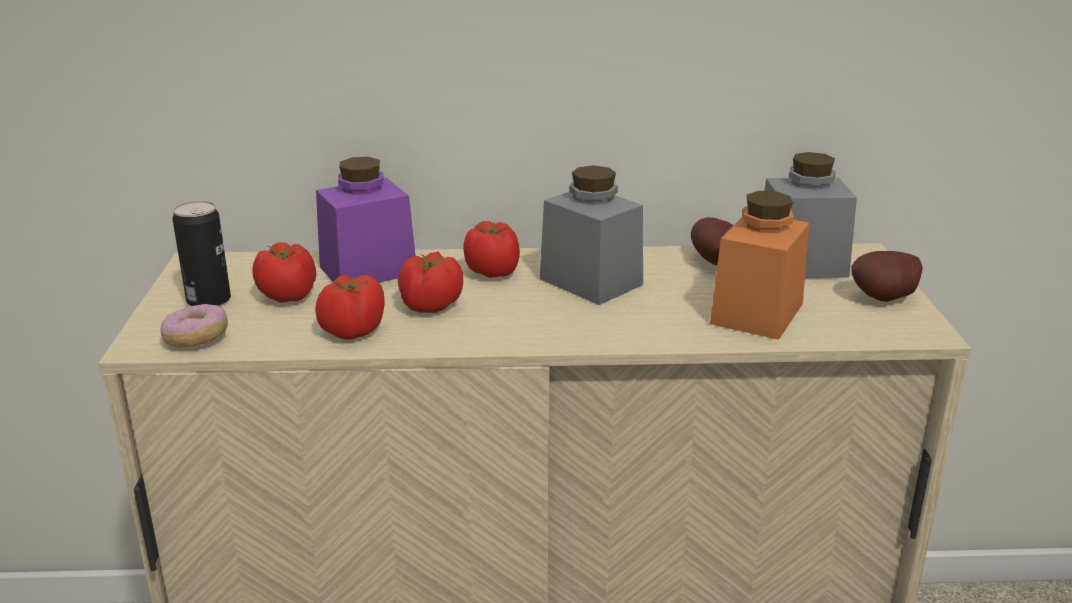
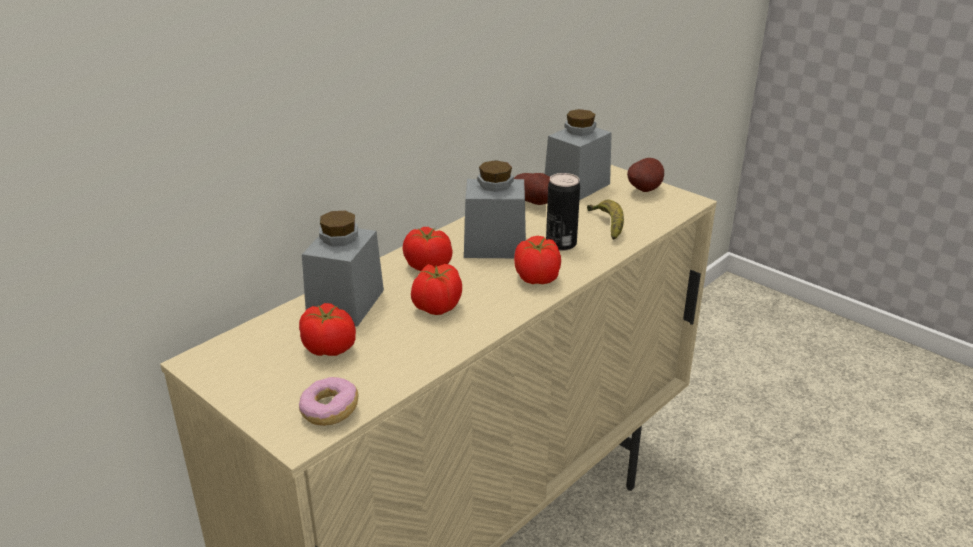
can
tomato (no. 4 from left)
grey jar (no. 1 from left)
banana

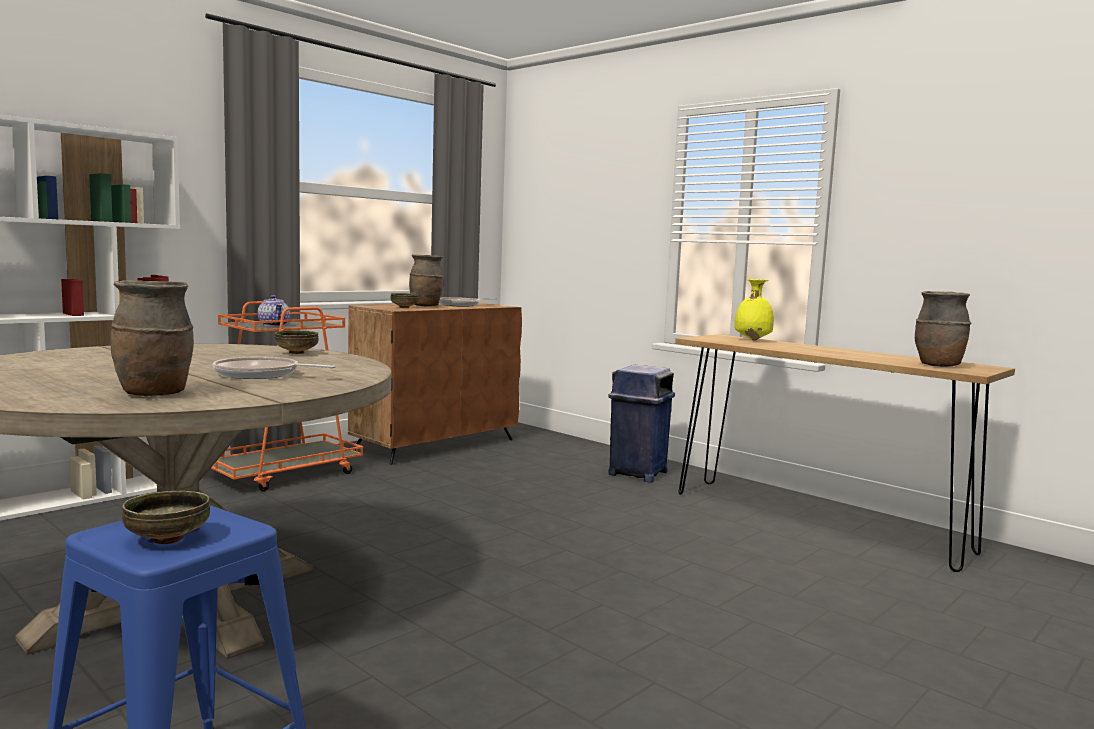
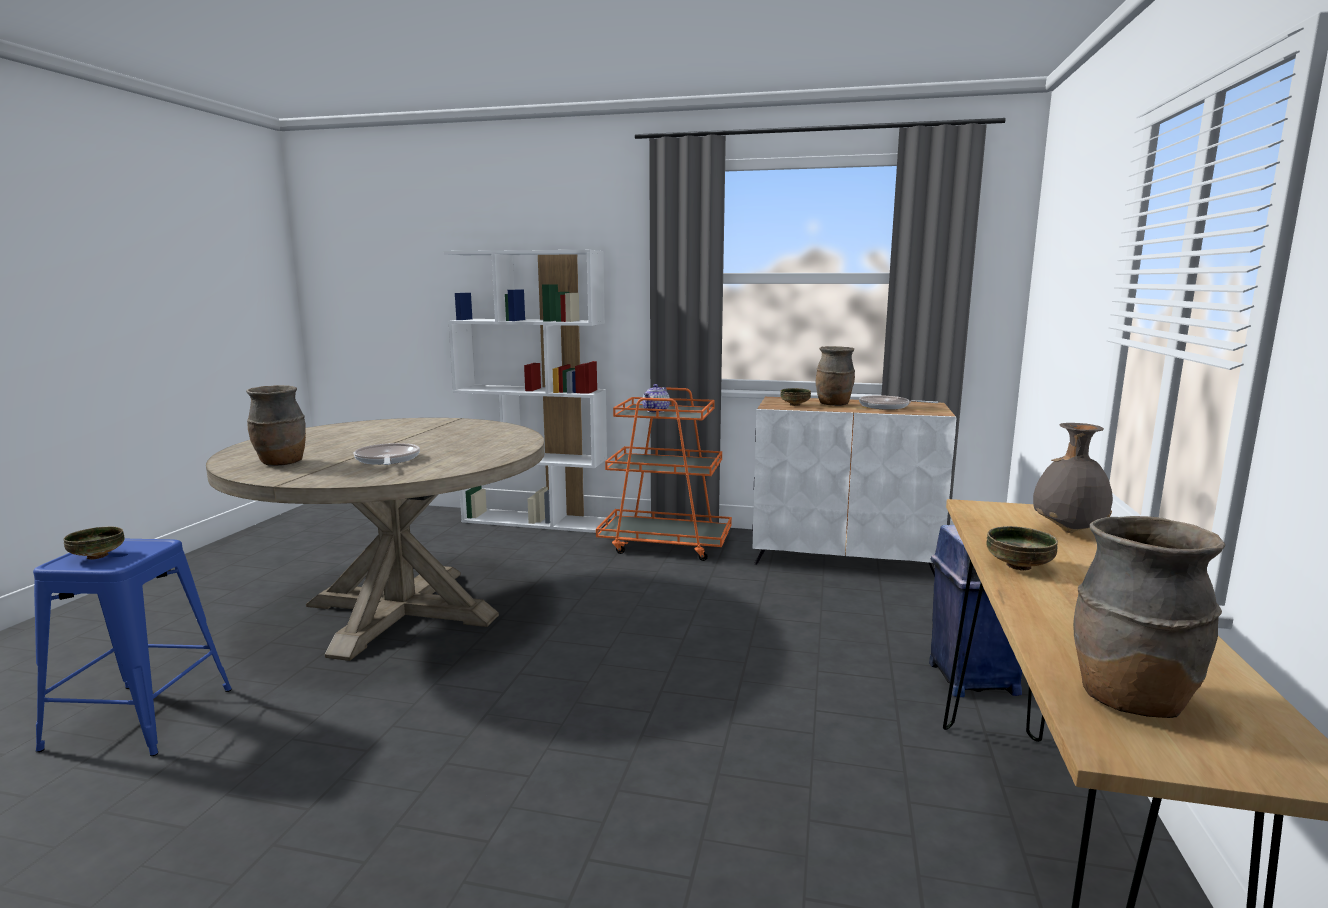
bowl (no. 3 from left)
white cabinet
grey vase

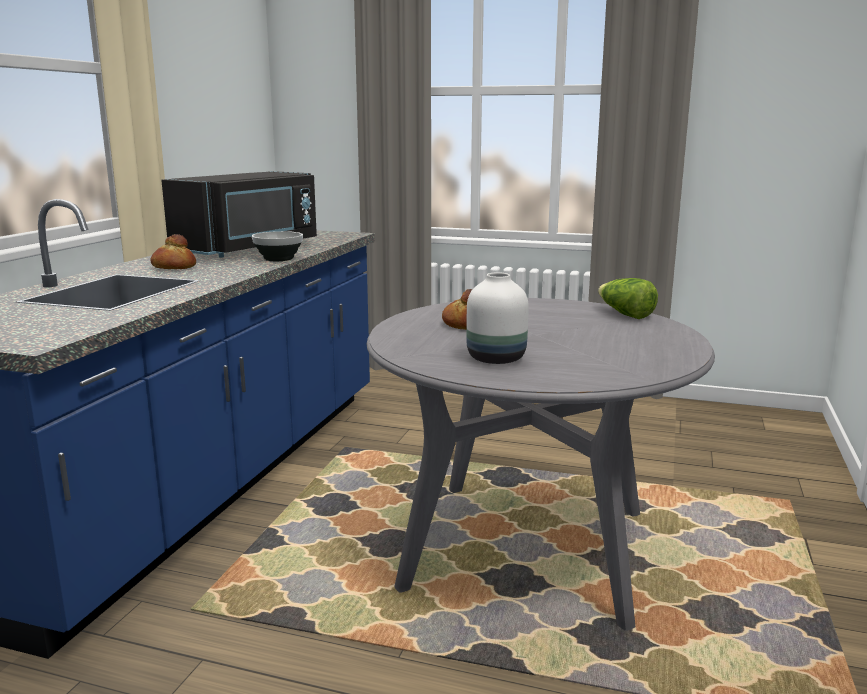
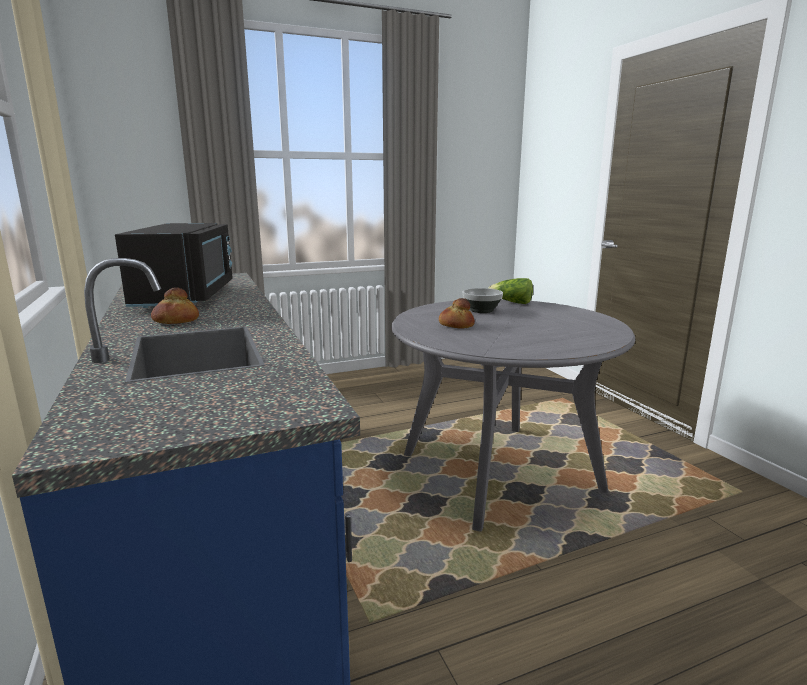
bowl
white vase

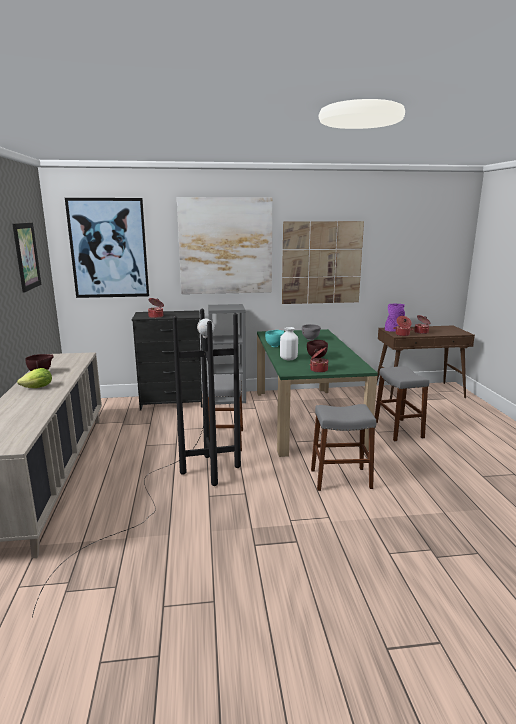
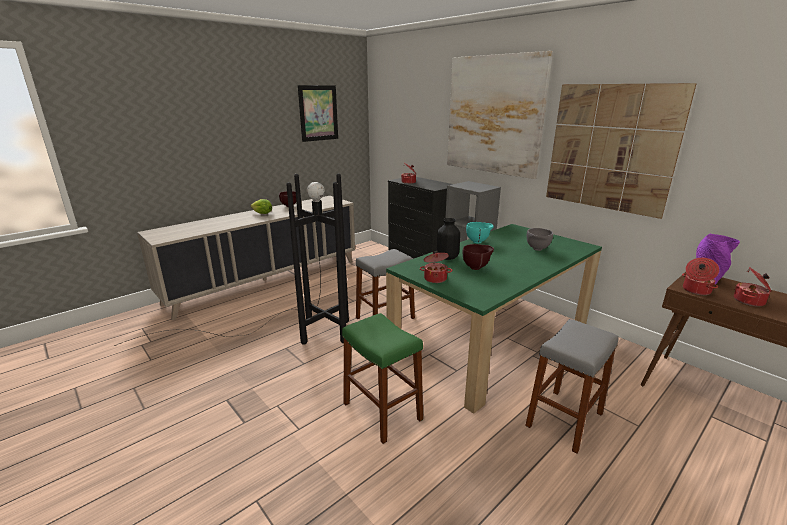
picture (no. 2 from left in the first image)
black vase
green stool

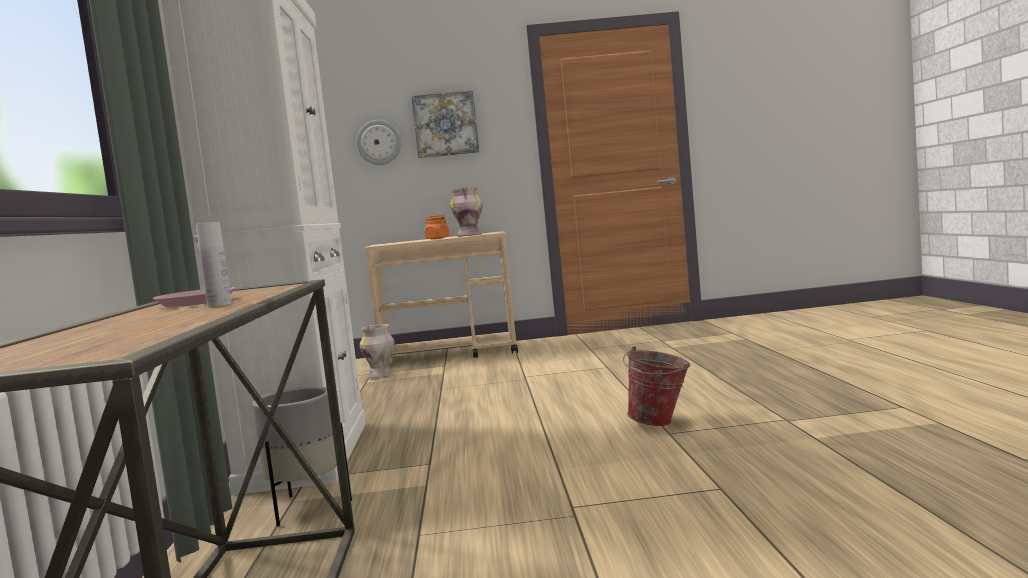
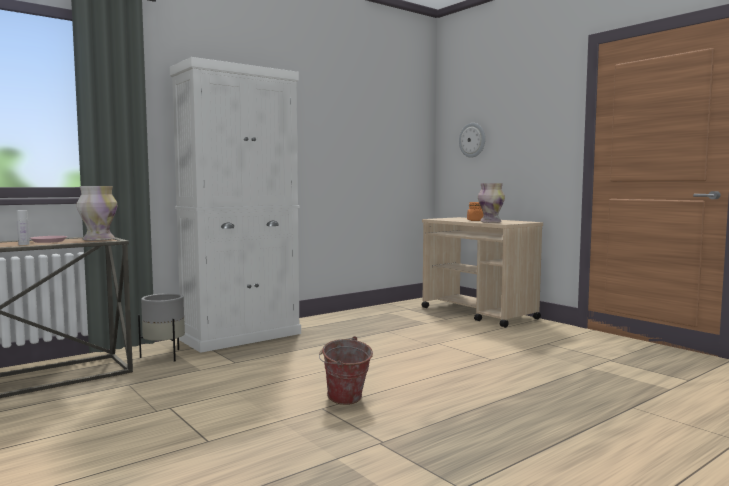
vase (no. 1 from left)
picture

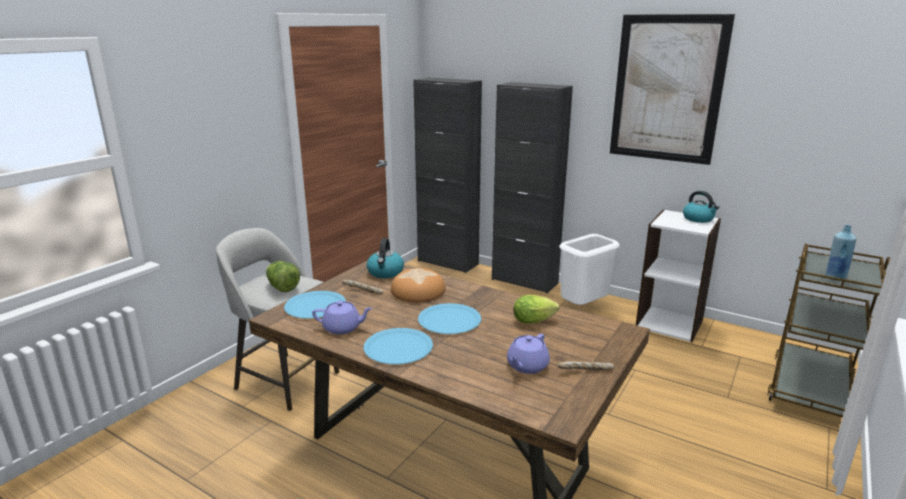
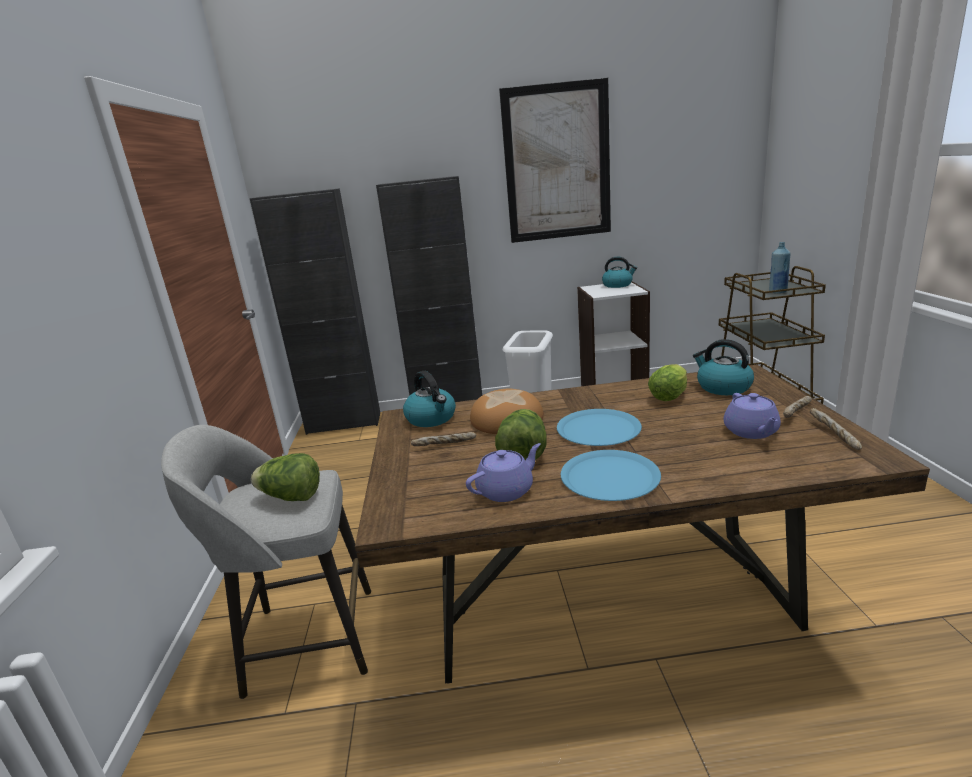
blue plate (no. 1 from left in the first image)
lettuce (no. 2 from left)
kettle (no. 3 from left)
bread (no. 4 from left)

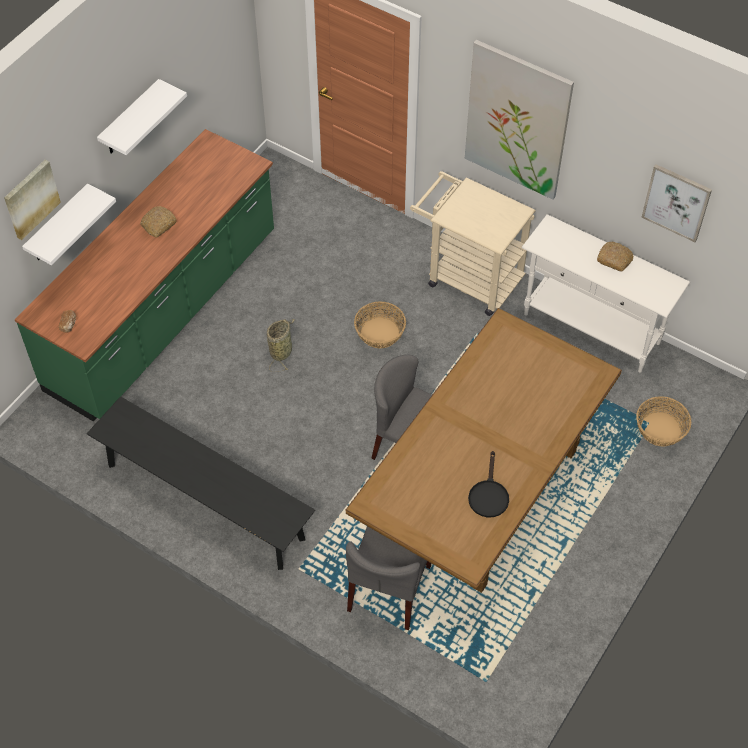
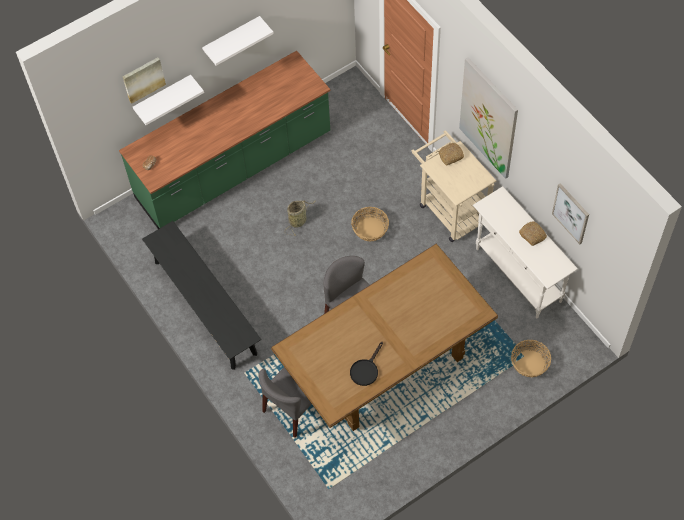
bread (no. 2 from left)

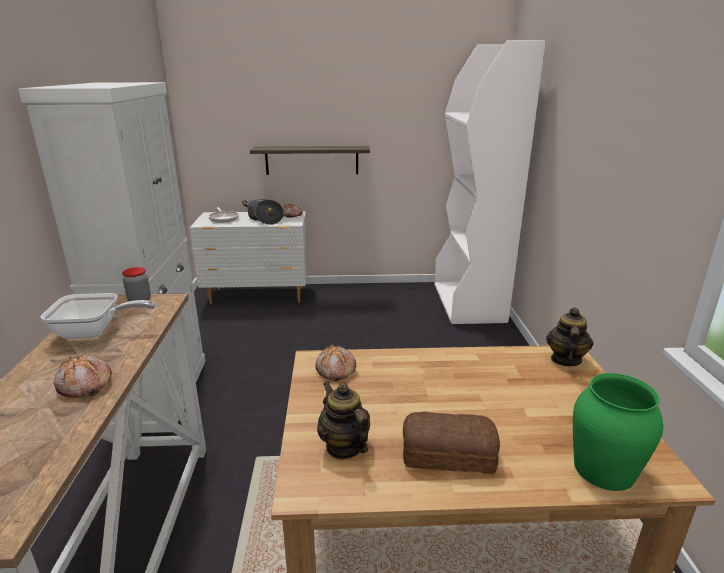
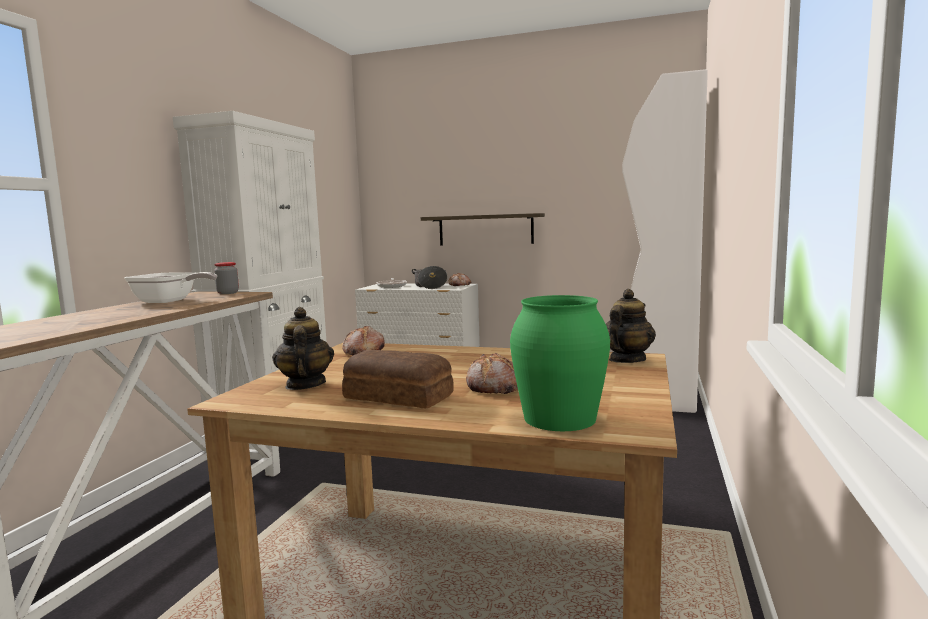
bread (no. 4 from left)

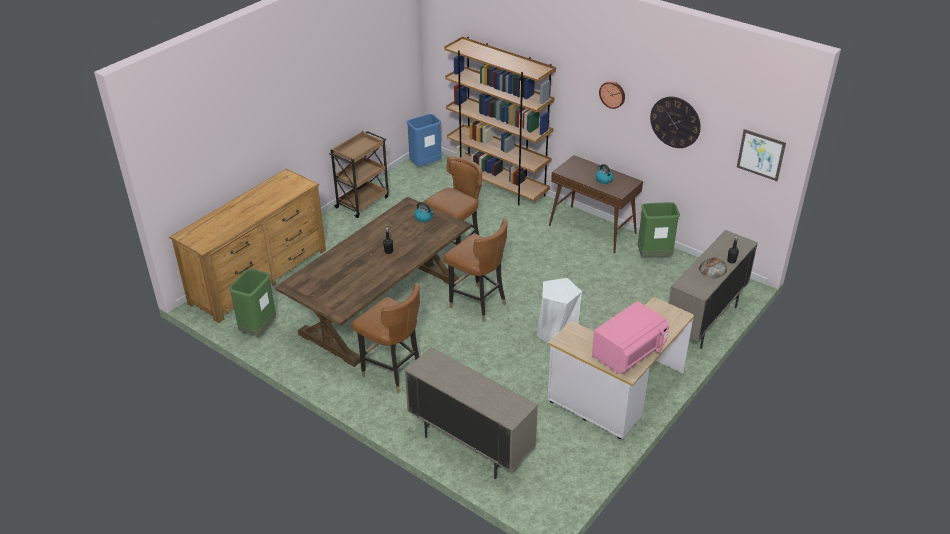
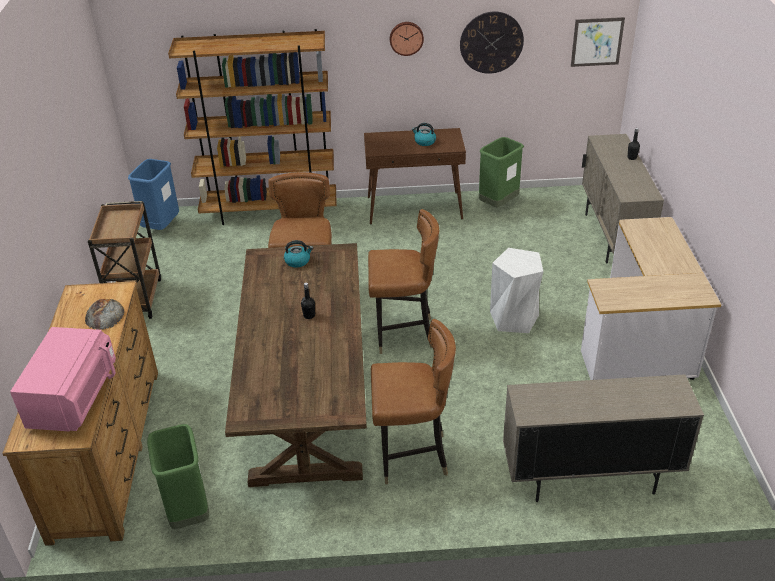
pink microwave
bread

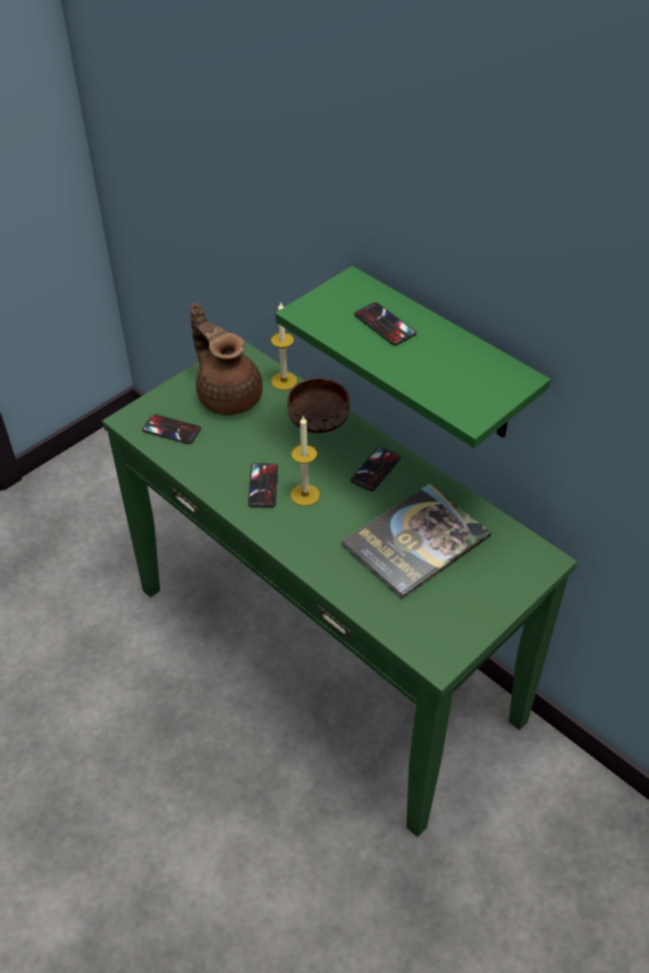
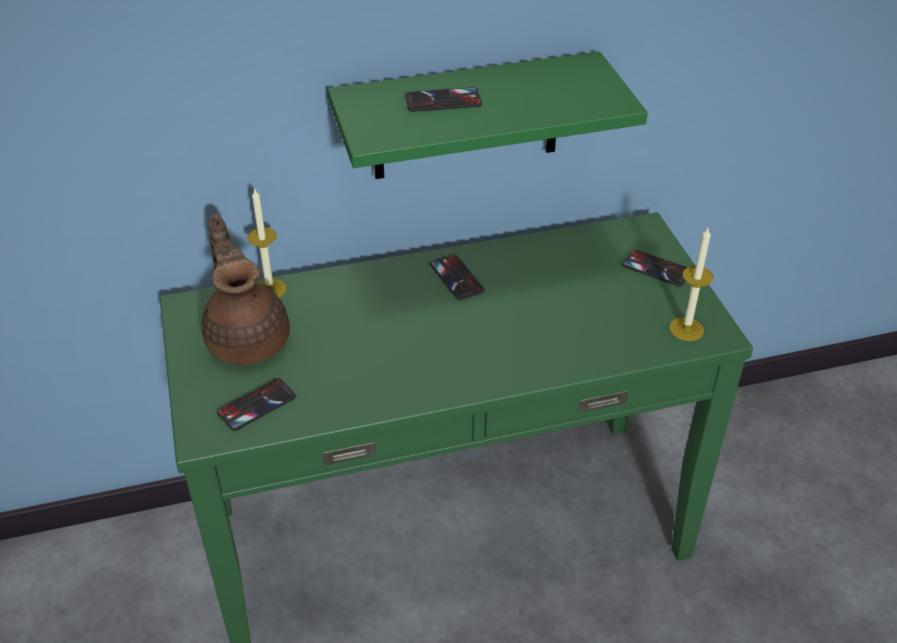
brown teapot
phone (no. 4 from left)
brown bowl
candle (no. 2 from left)
book

